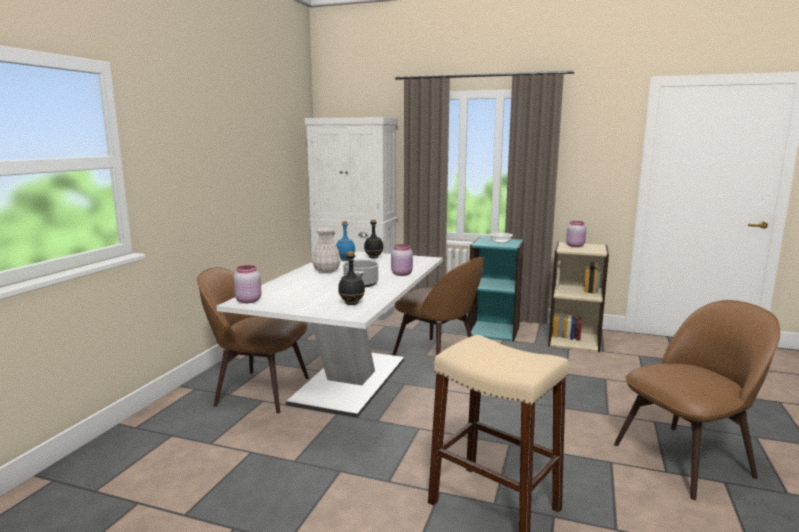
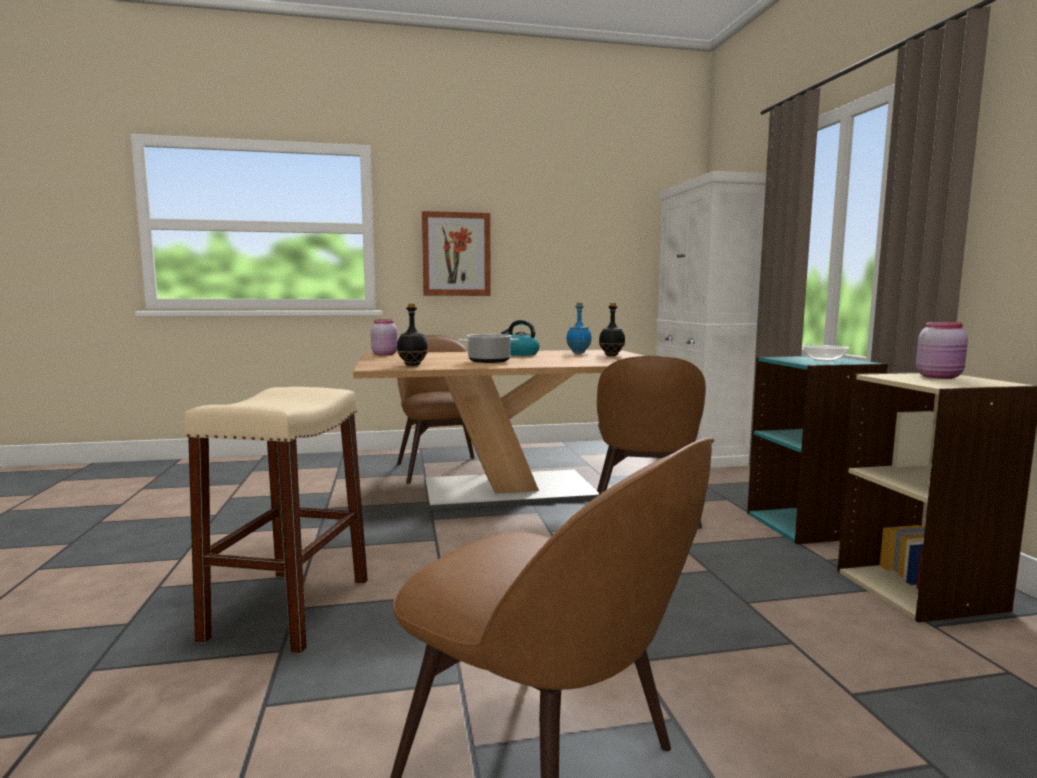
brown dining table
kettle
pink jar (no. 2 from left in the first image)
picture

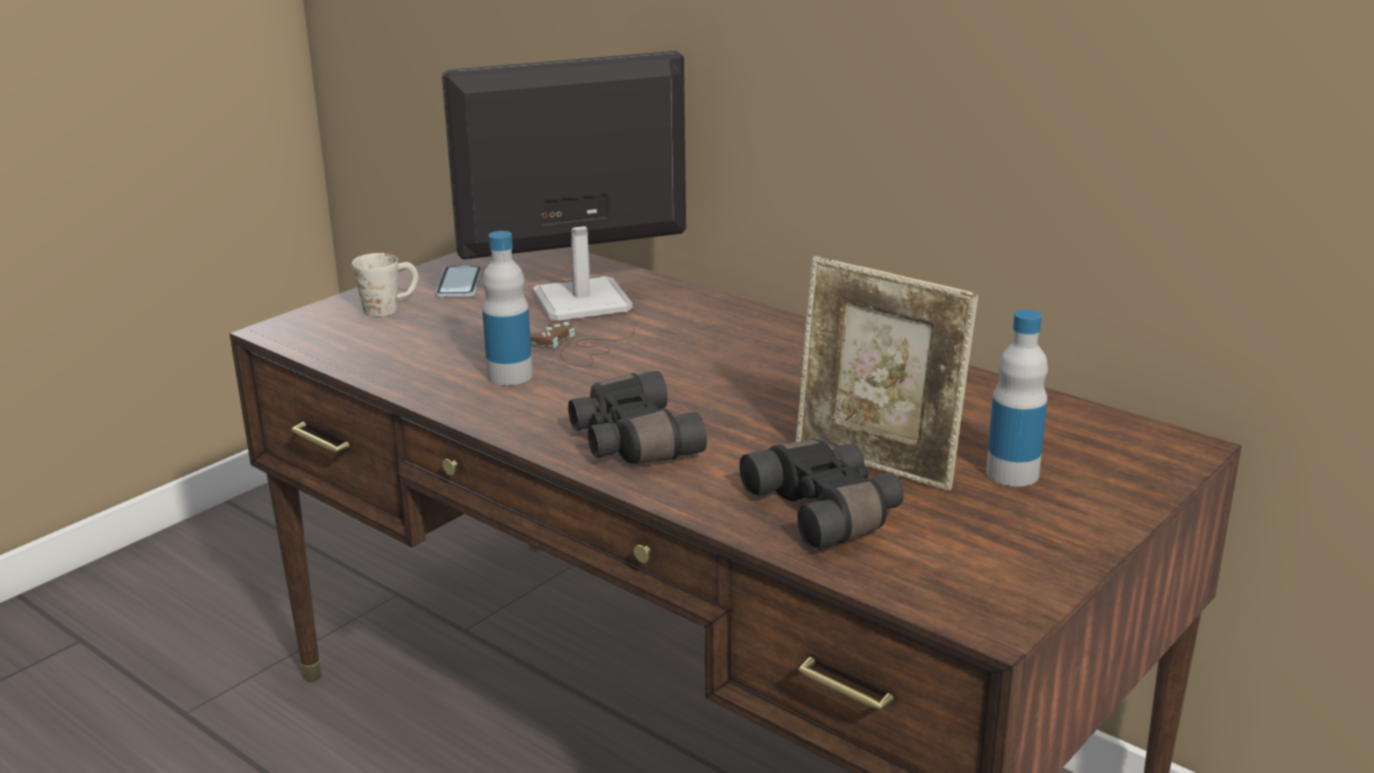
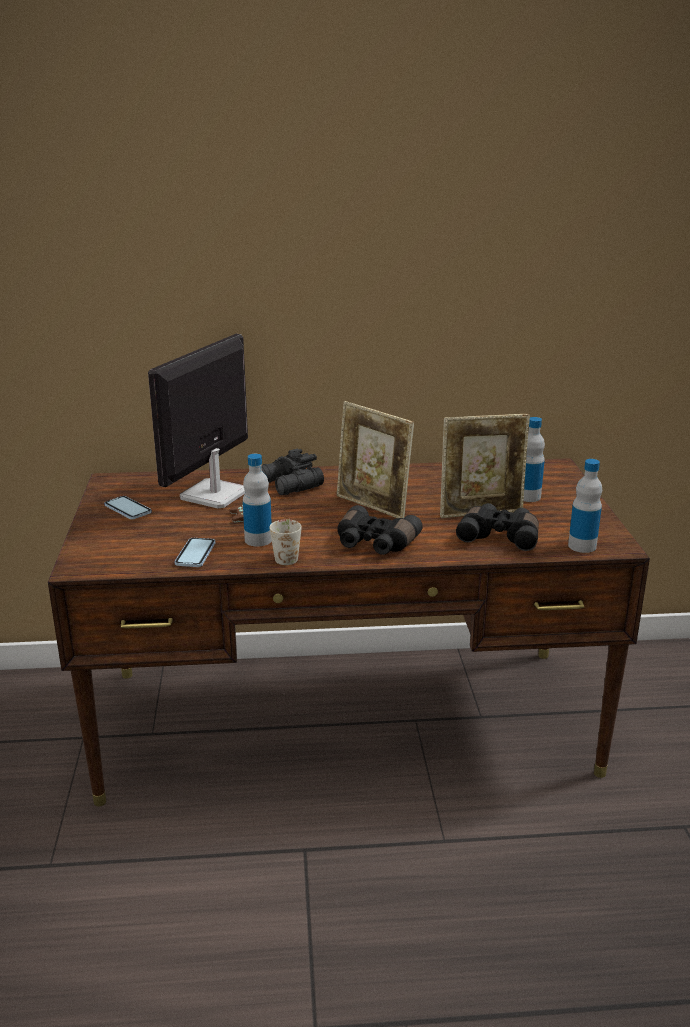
white mug
phone (no. 2 from left)
black binoculars (no. 1 from left)
picture frame (no. 1 from left)
bottle (no. 3 from left)

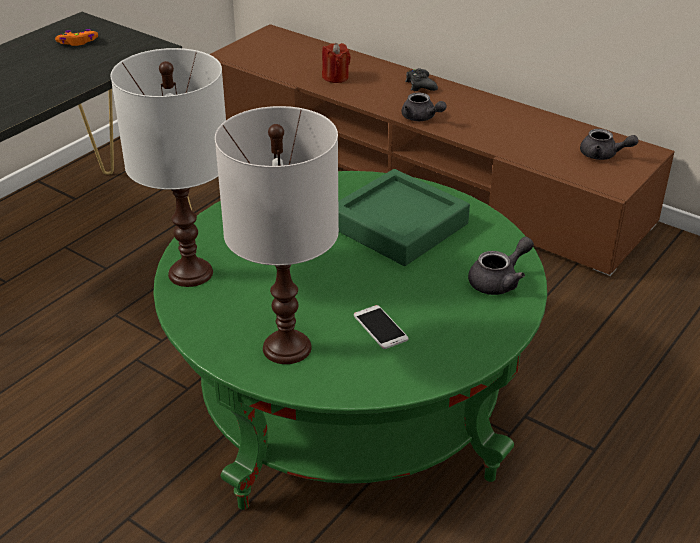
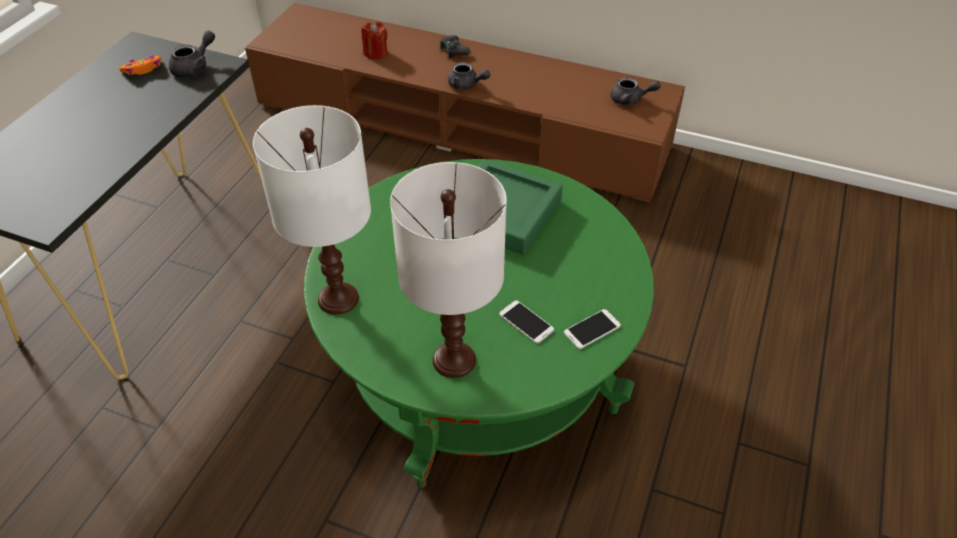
grey teapot (no. 1 from left)
phone (no. 2 from left)

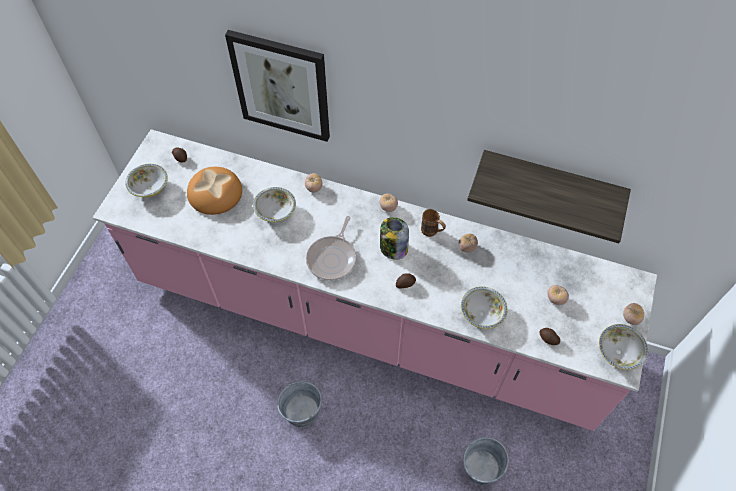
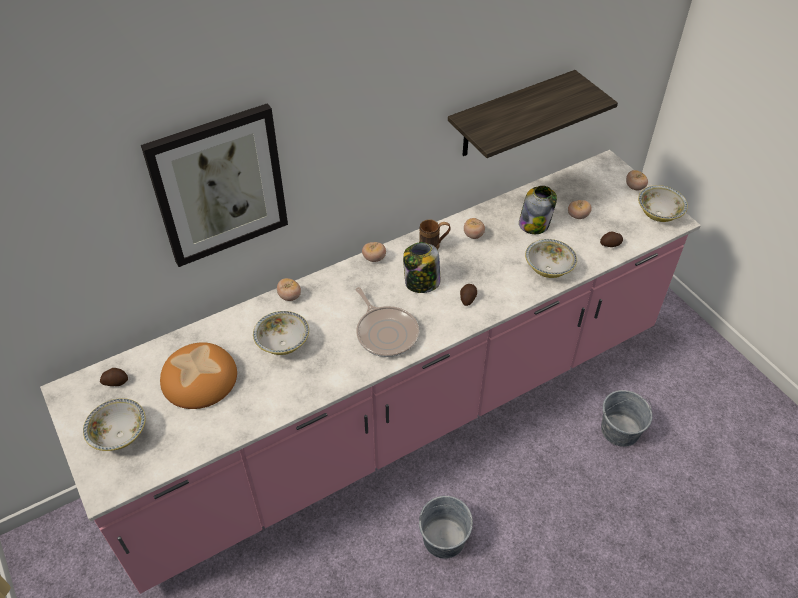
jar (no. 2 from left)

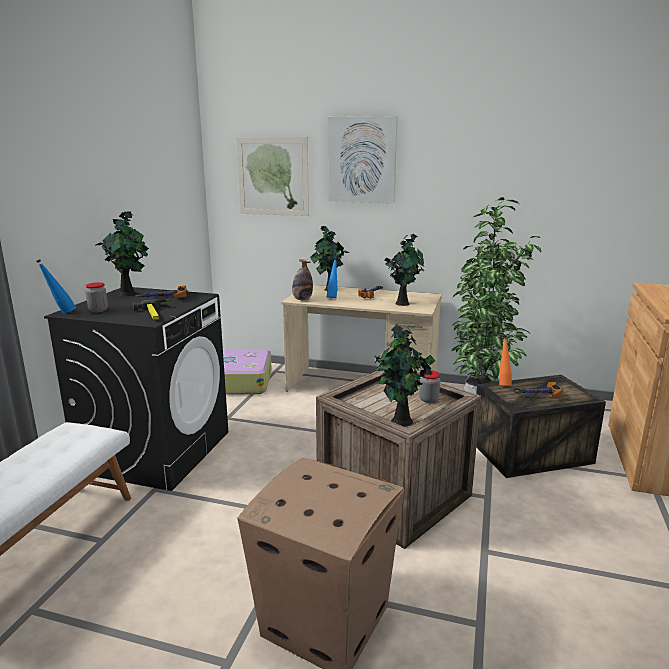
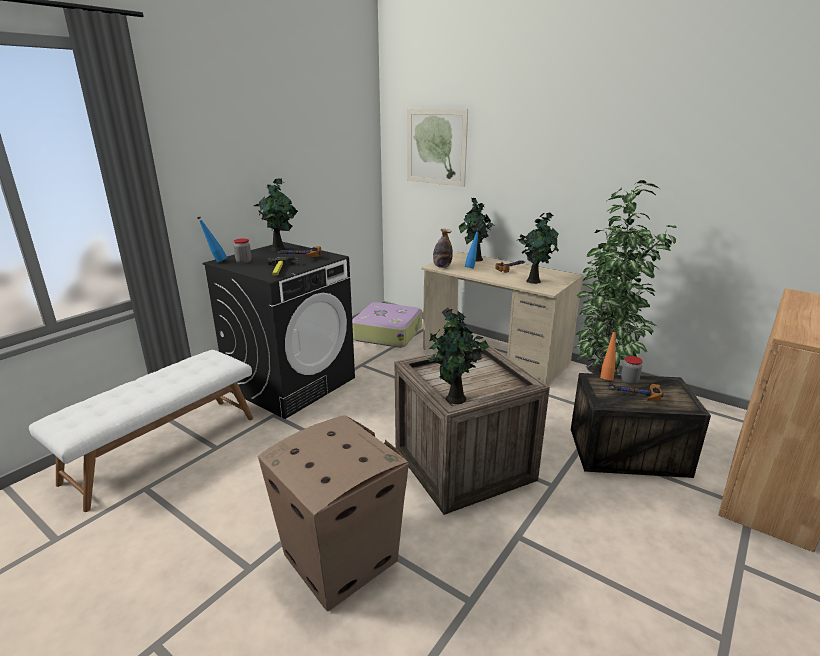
picture (no. 2 from left in the first image)
jar (no. 2 from left)

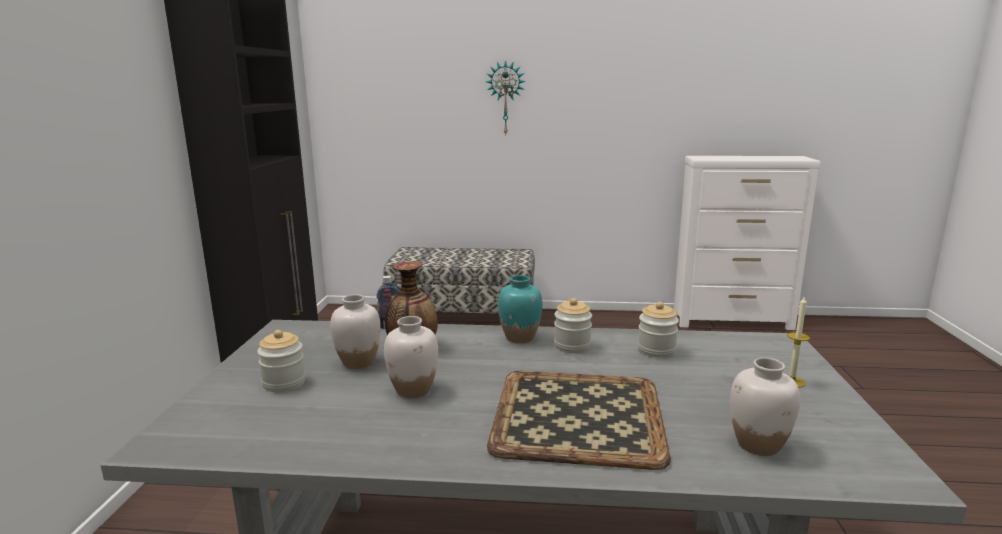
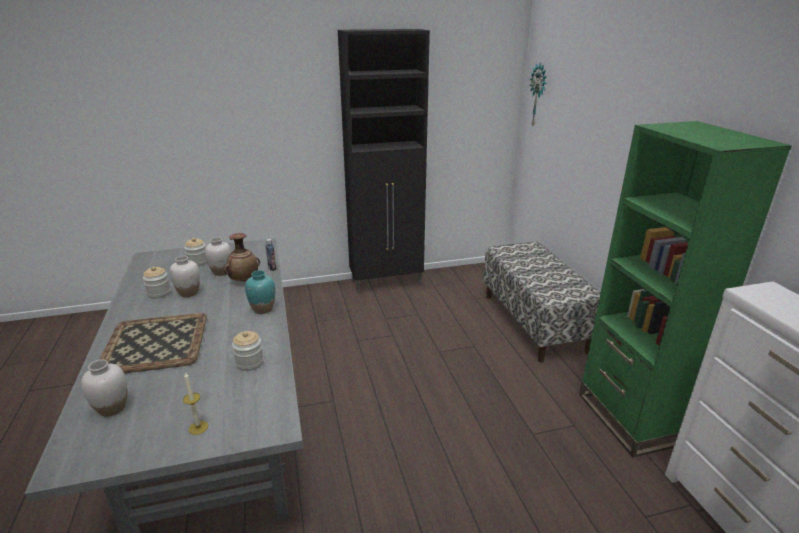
wall clock
jar (no. 1 from left)
green bookcase

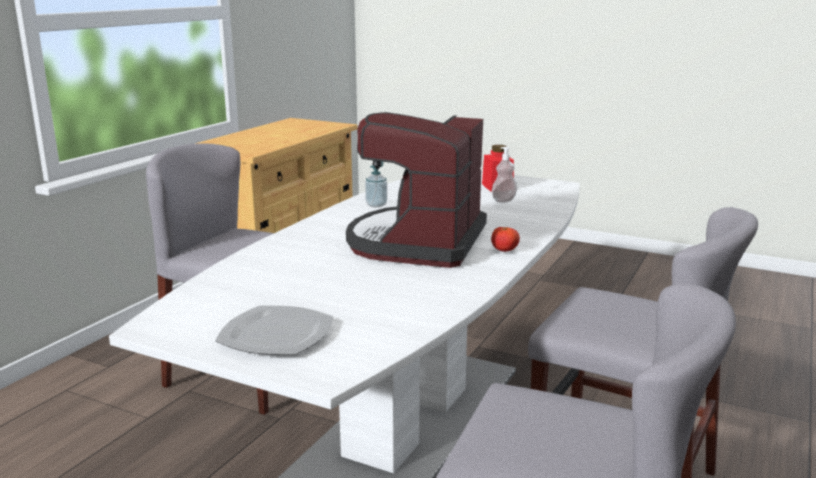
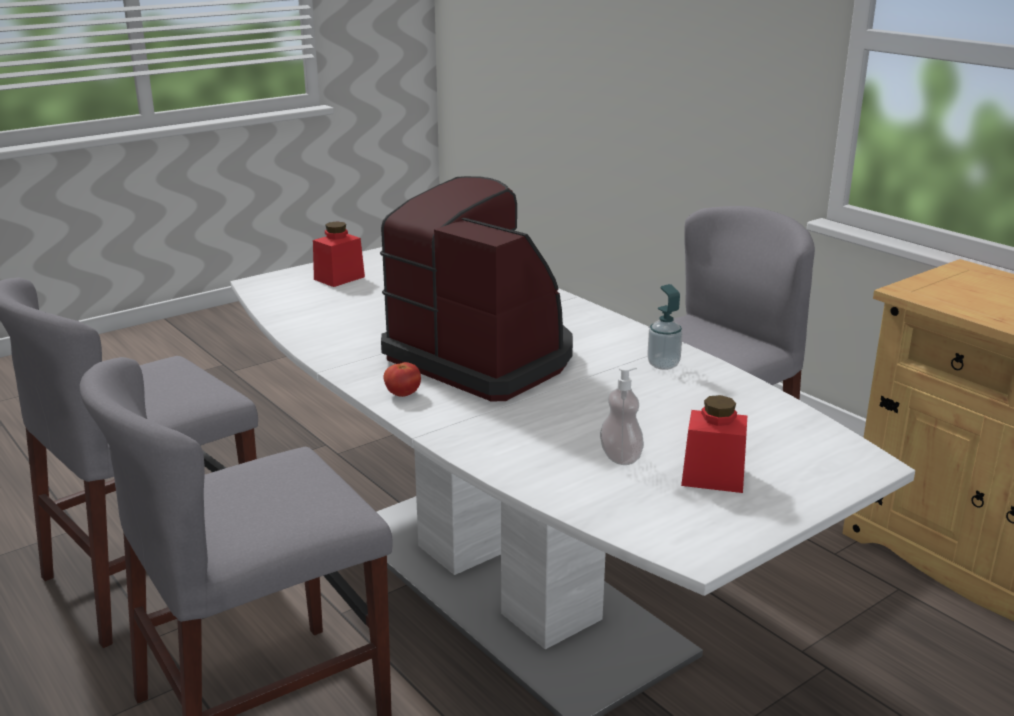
red jar (no. 1 from left)

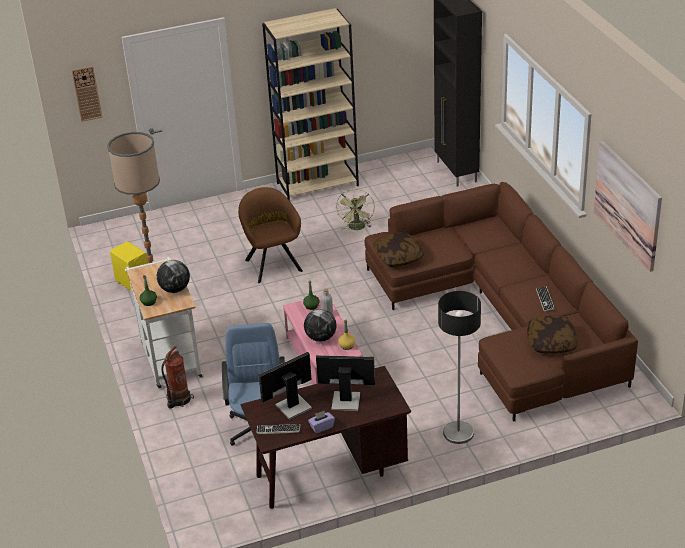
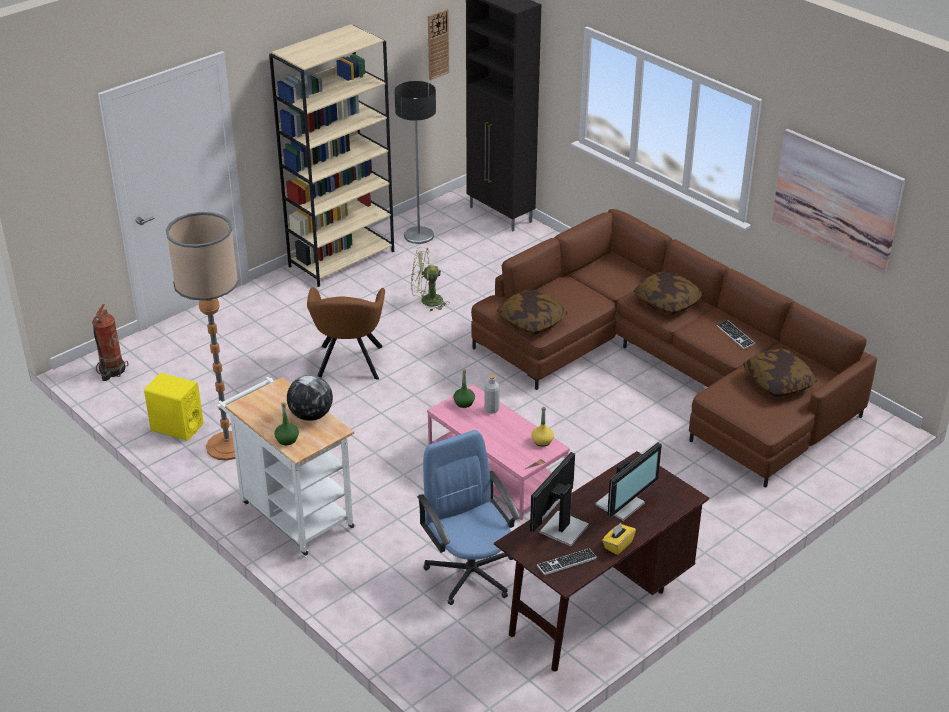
wall clock
fire extinguisher
brown armchair
globe (no. 2 from left in the first image)
yellow tissue box
monitor (no. 2 from left)
green fan
floor lamp (no. 2 from left)
pillow (no. 2 from left)

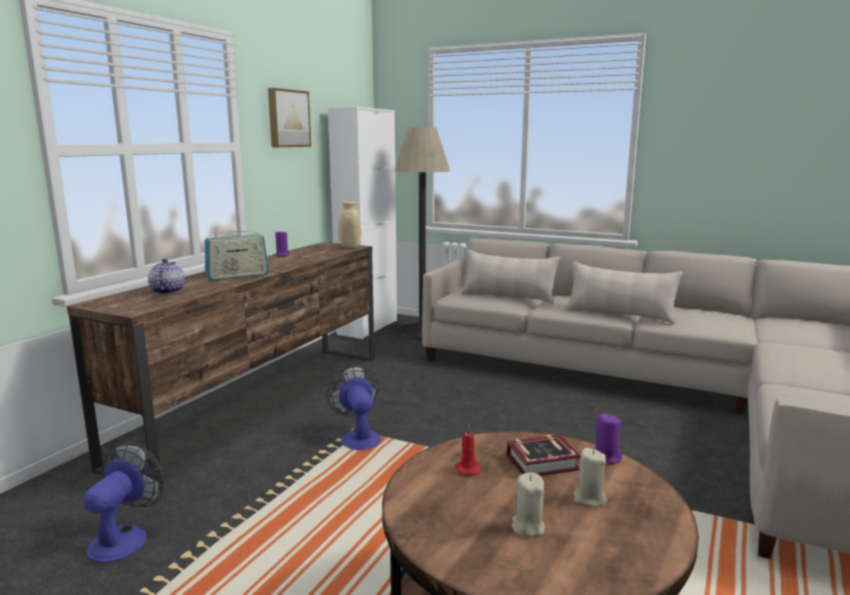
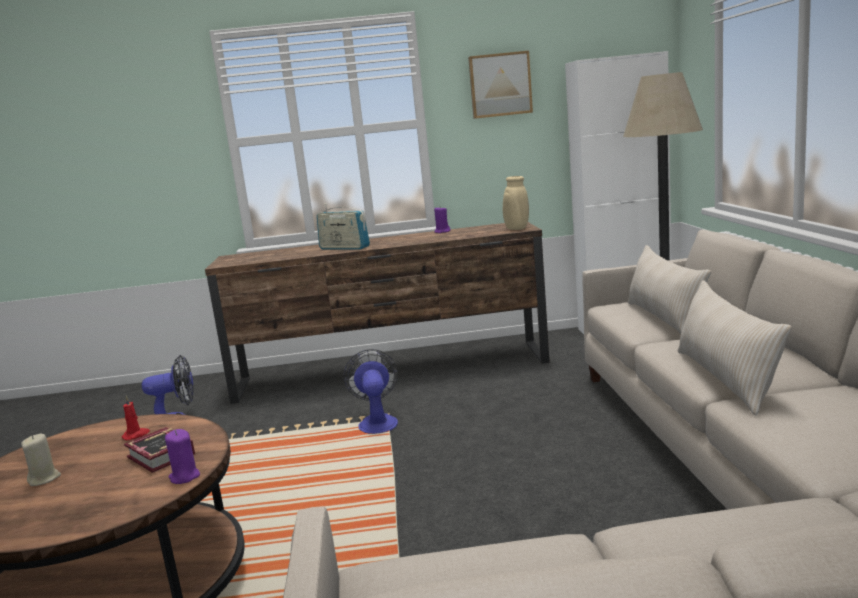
teapot
fan (no. 2 from left)
beige candle (no. 2 from left in the first image)

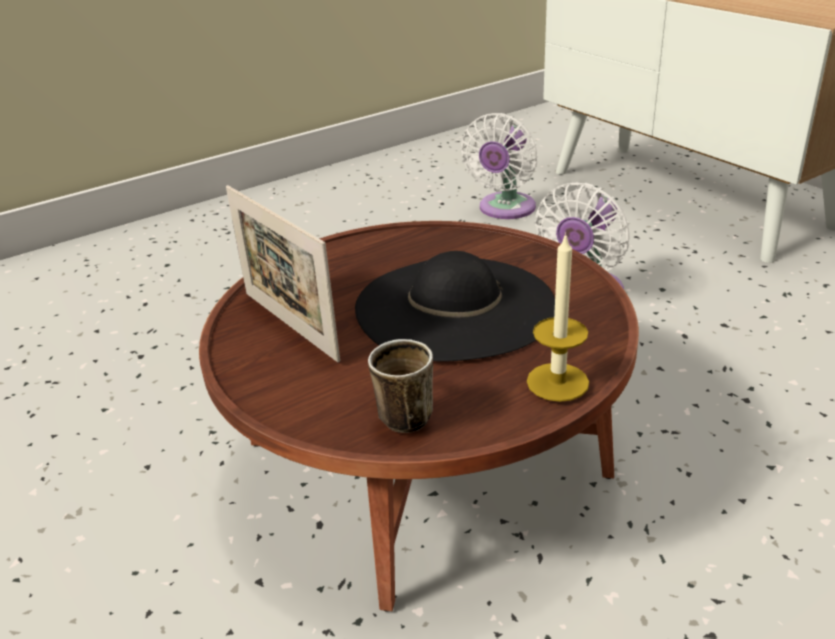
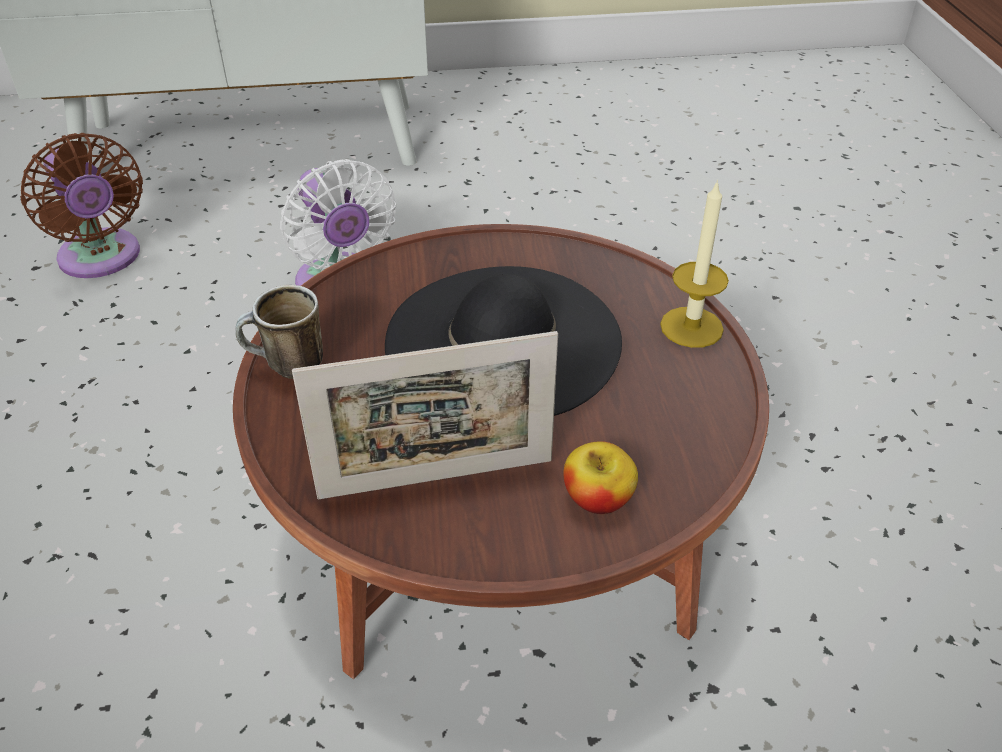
mug
brown fan
apple

